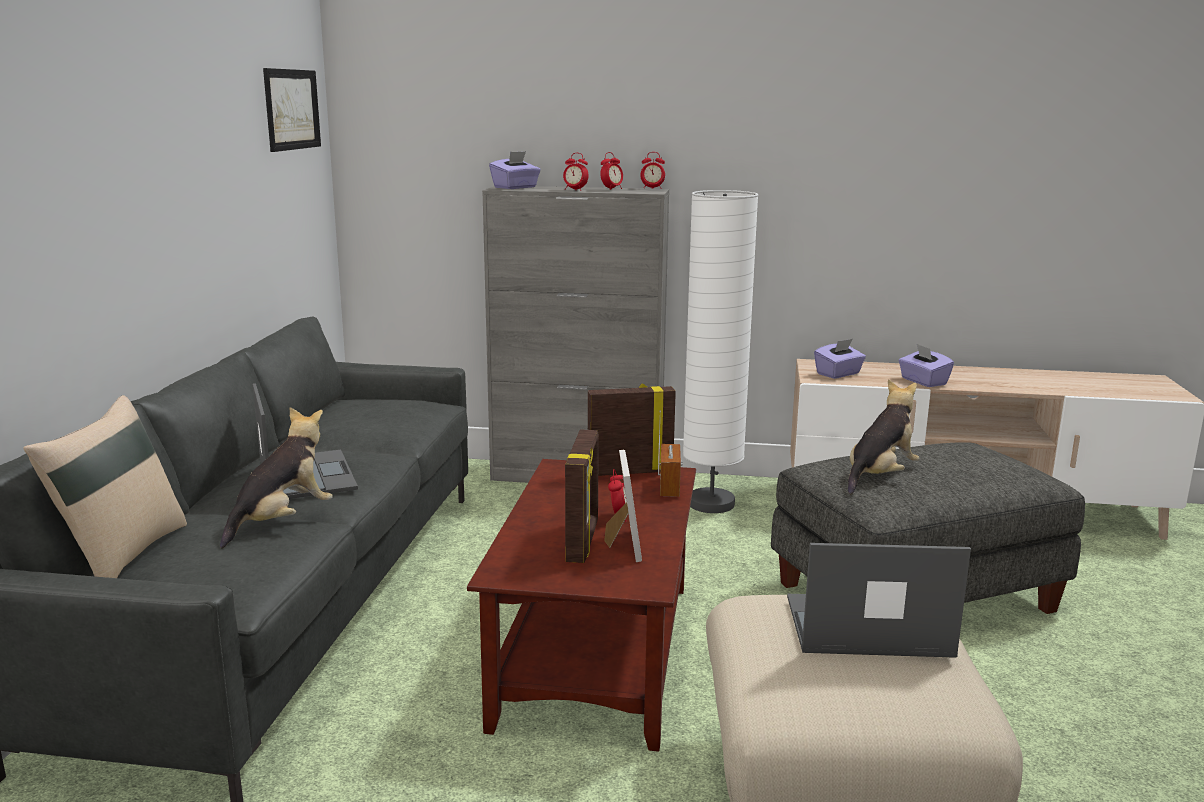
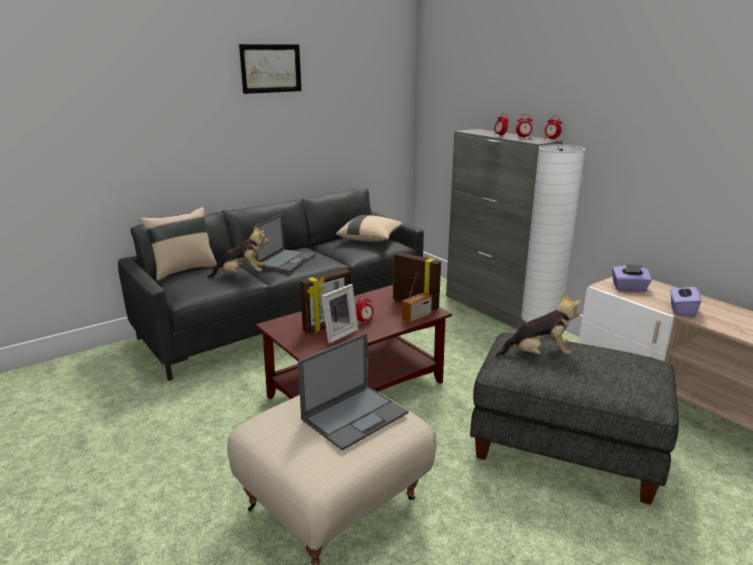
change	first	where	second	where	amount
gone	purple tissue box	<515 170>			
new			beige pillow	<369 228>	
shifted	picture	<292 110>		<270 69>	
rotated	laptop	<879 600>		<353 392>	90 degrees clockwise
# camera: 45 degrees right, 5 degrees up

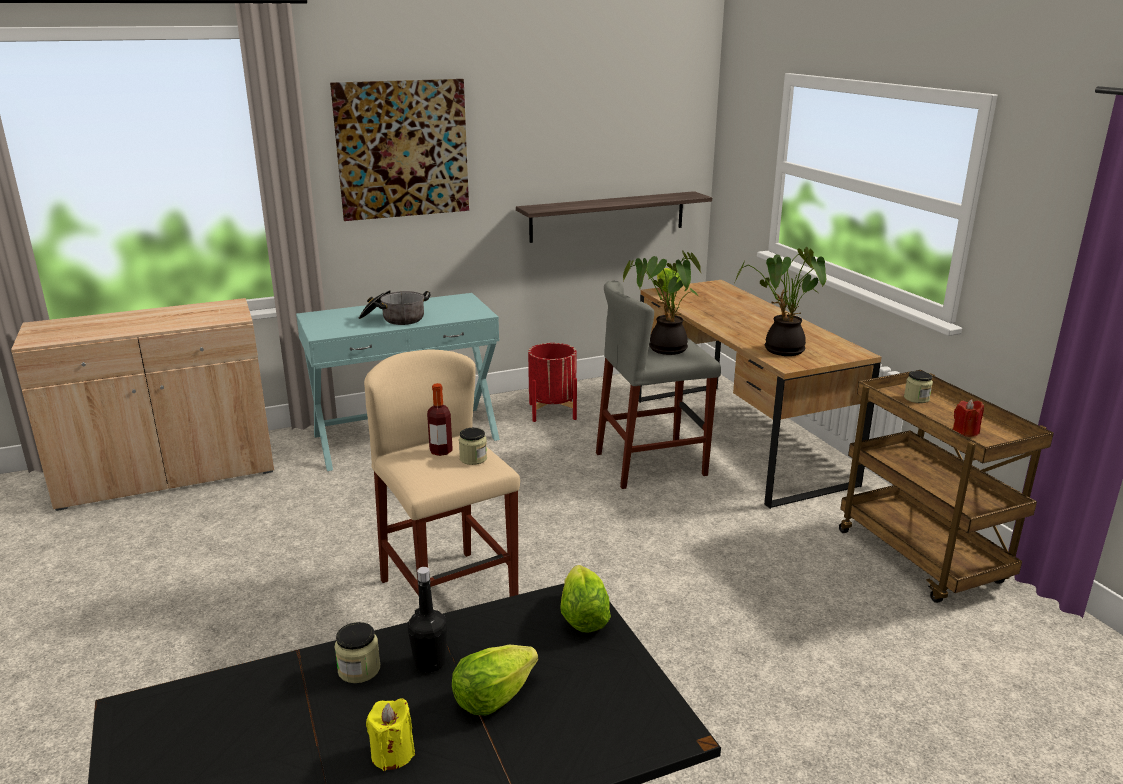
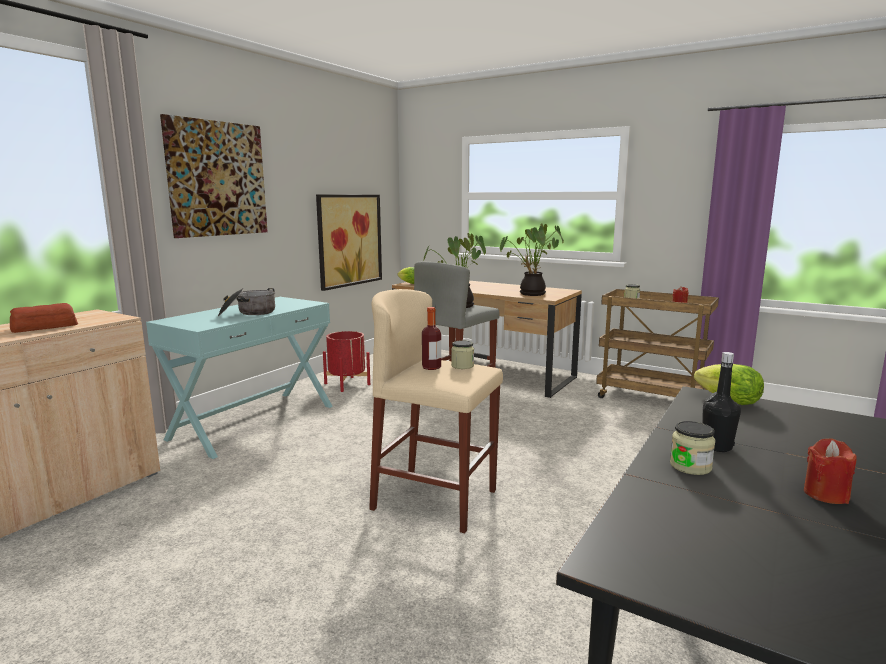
change	first	where	second	where	amount
gone	lettuce	<495 680>			
new			bread	<44 318>	
swapped	shelf	<614 217>	picture	<349 242>	
repainted	yellow candle	<390 734>	red candle	<830 471>	
# camera: 35 degrees left, 10 degrees down

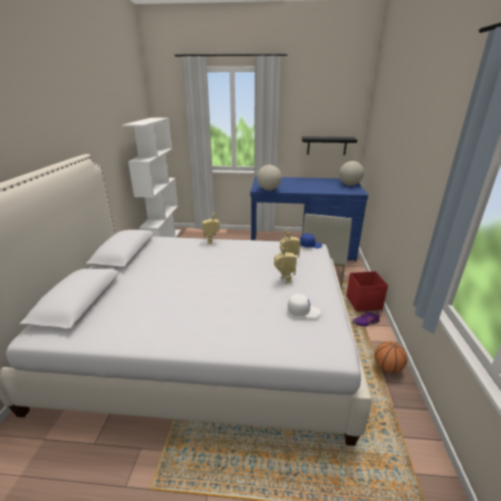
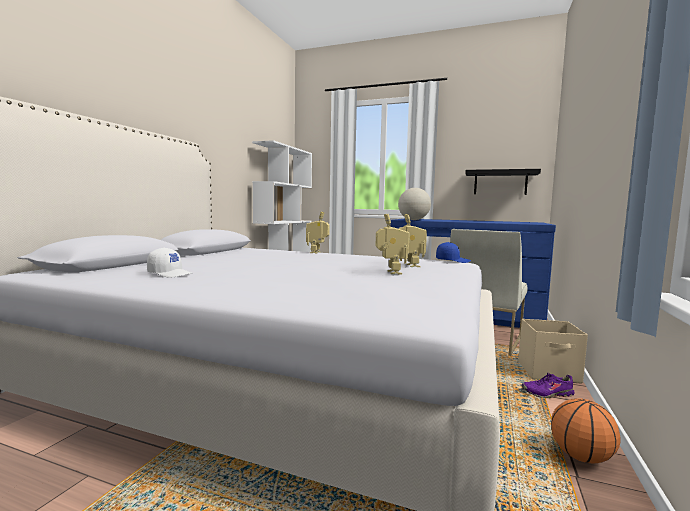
change	first	where	second	where	amount
gone	globe	<351 173>			
shifted	white cap	<304 306>		<170 262>	
repainted	red storage box	<367 291>	beige storage box	<553 351>	
# camera: 15 degrees right, 20 degrees down

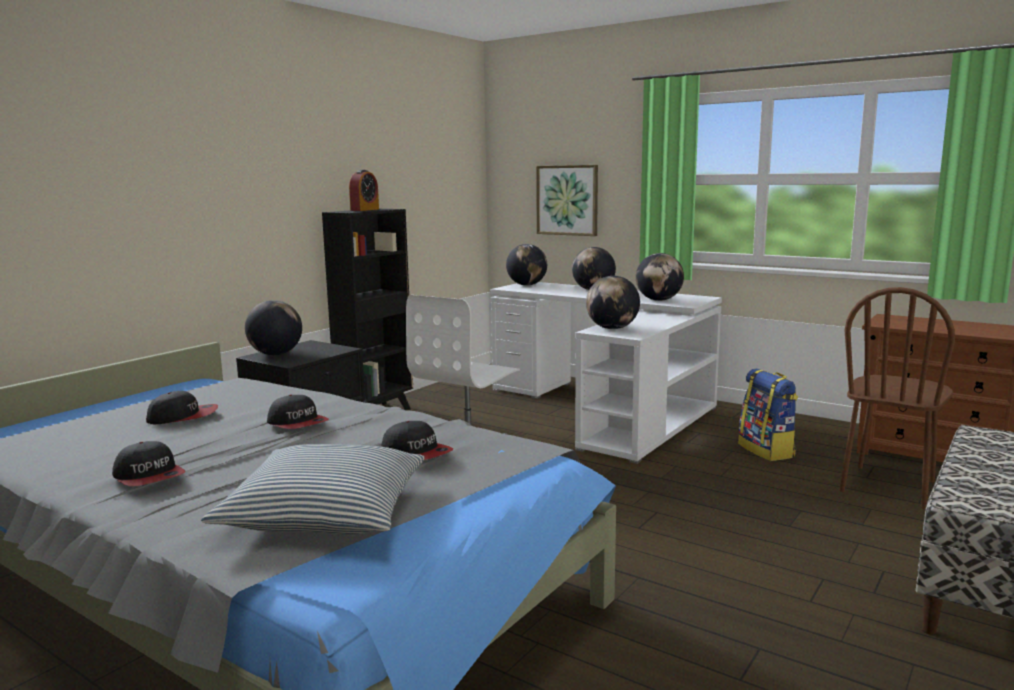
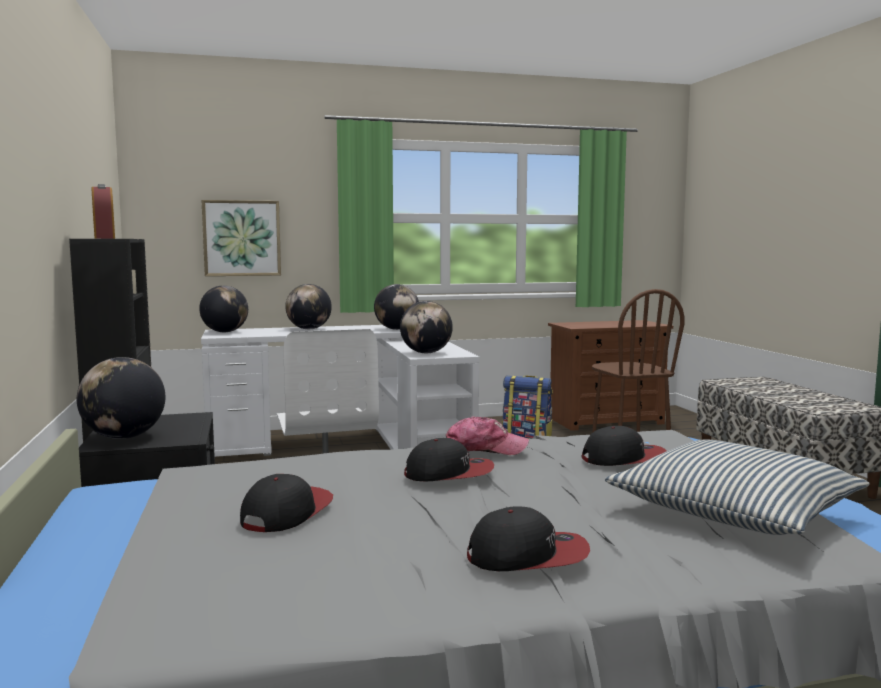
change	first	where	second	where	amount
new			cap	<487 435>	
# camera: 50 degrees left, 5 degrees down

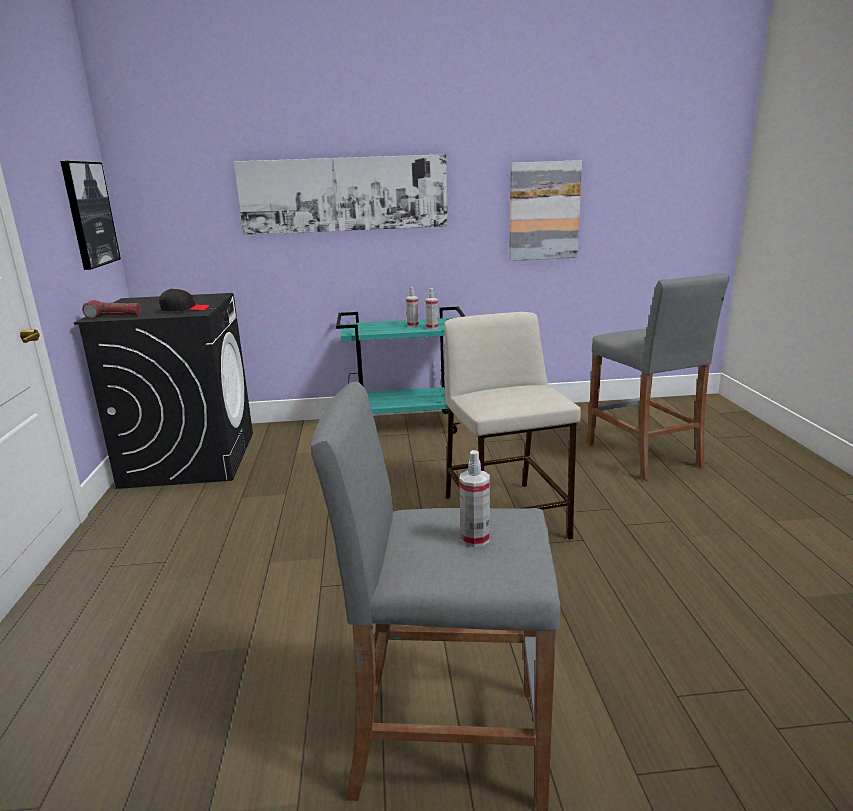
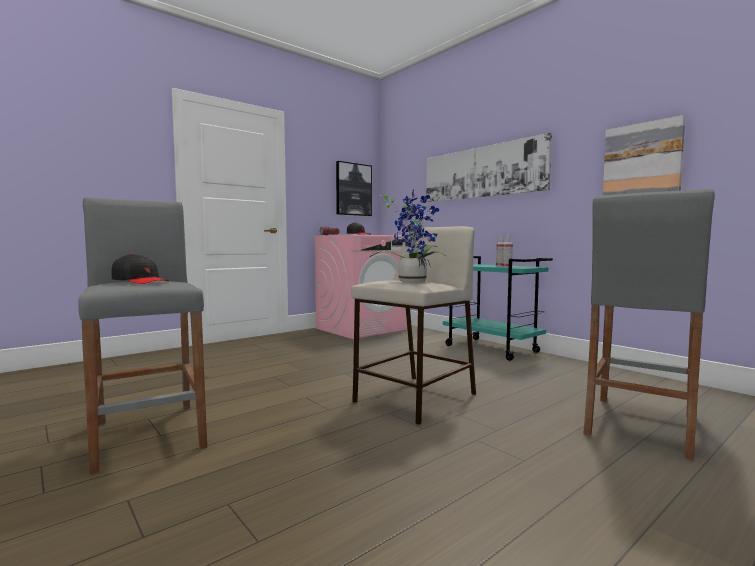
change	first	where	second	where	amount
new			potted plant	<408 235>	
swapped	spray bottle	<474 498>	black cap	<140 268>	
repainted	black washing machine	<163 391>	pink washing machine	<360 287>	
# camera: 55 degrees right, 15 degrees down

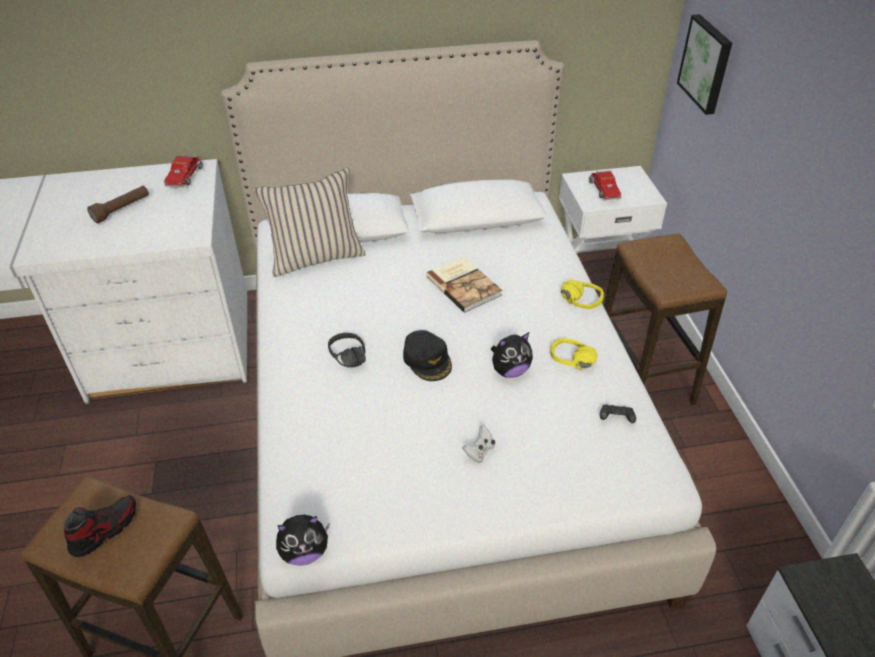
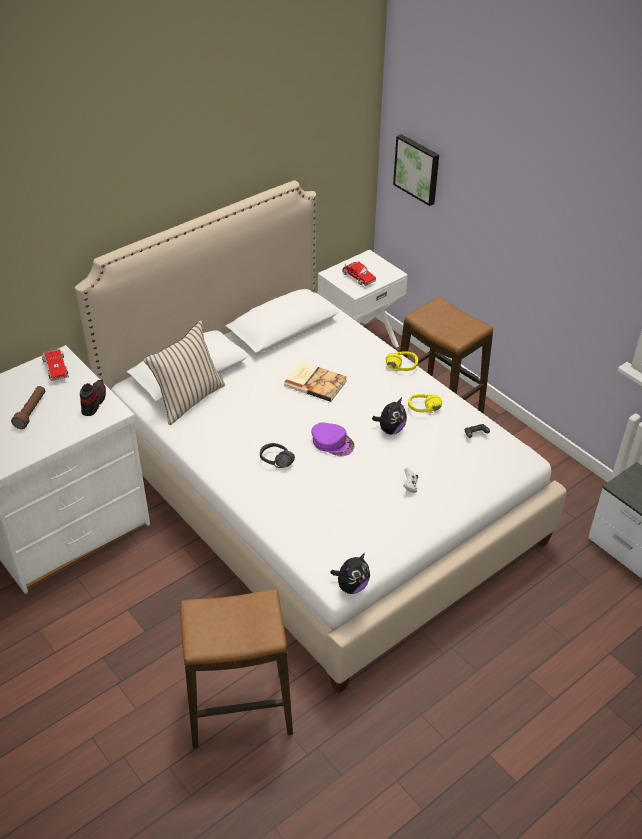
change	first	where	second	where	amount
shifted	shoe	<100 526>		<93 398>	
repainted	black cap	<427 355>	purple cap	<333 439>	
# camera: 30 degrees left, 0 degrees up

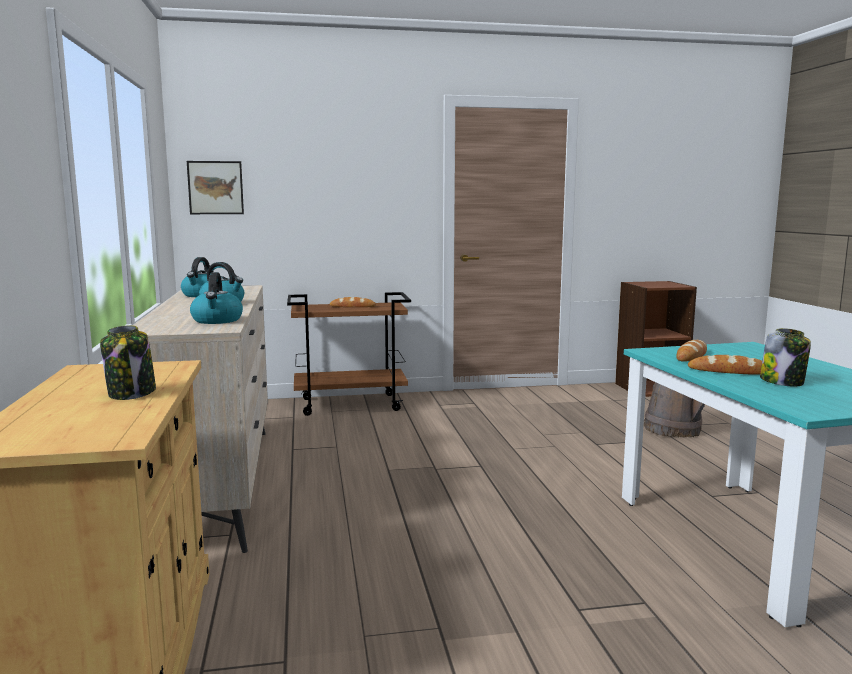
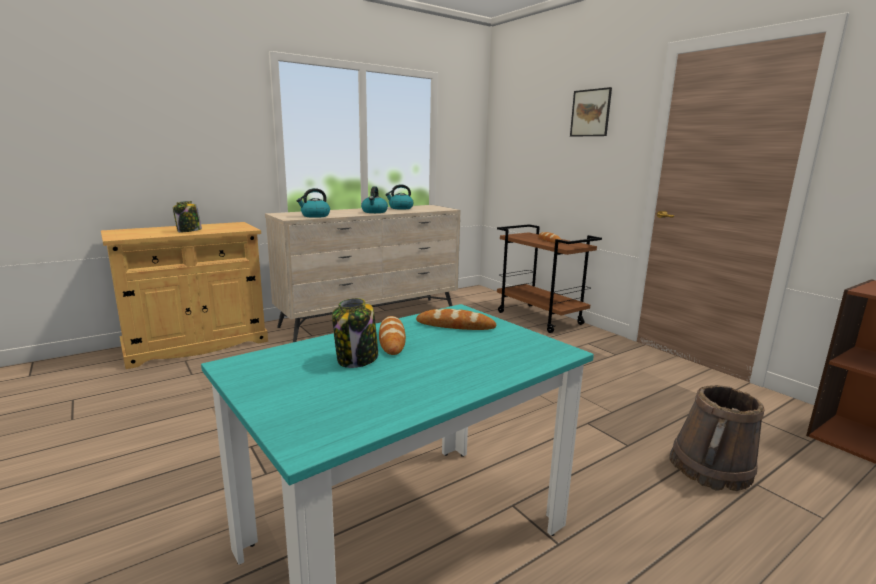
change	first	where	second	where	amount
shifted	picture	<215 187>		<591 112>	
# camera: 65 degrees right, 5 degrees up

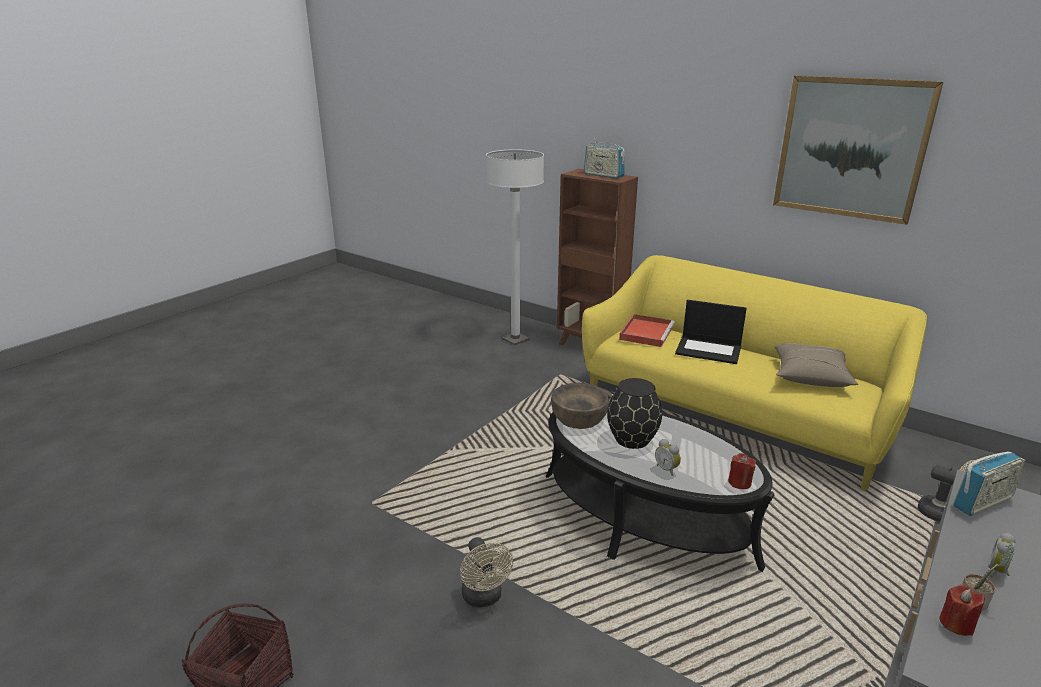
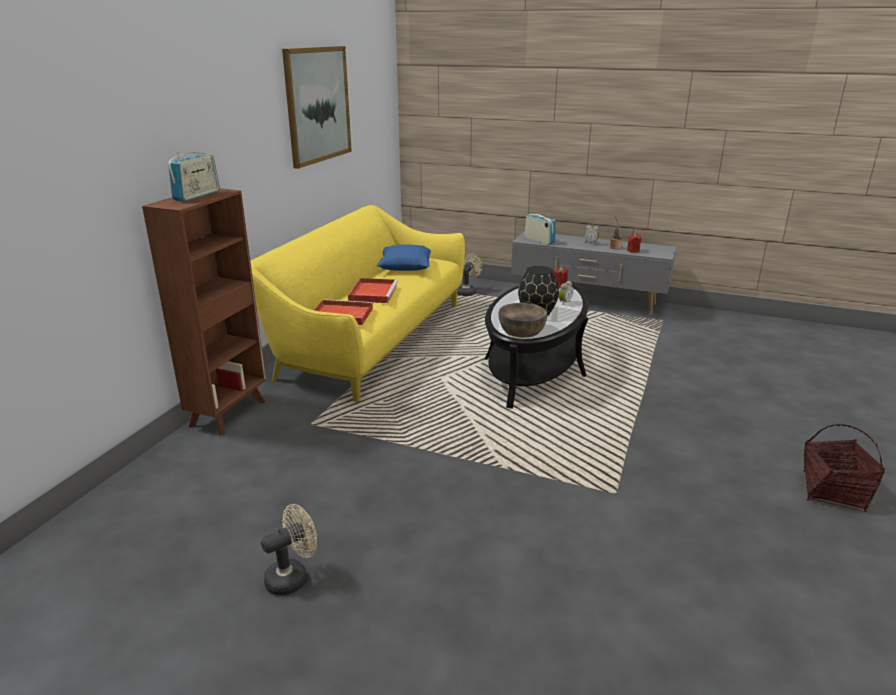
change	first	where	second	where	amount
gone	white floor lamp	<515 247>			
shifted	beige fan	<486 572>		<289 550>	
swapped	laptop	<711 332>	red tray	<373 290>	
repainted	beige pillow	<816 365>	blue pillow	<404 257>	
# camera: 105 degrees left, 0 degrees up

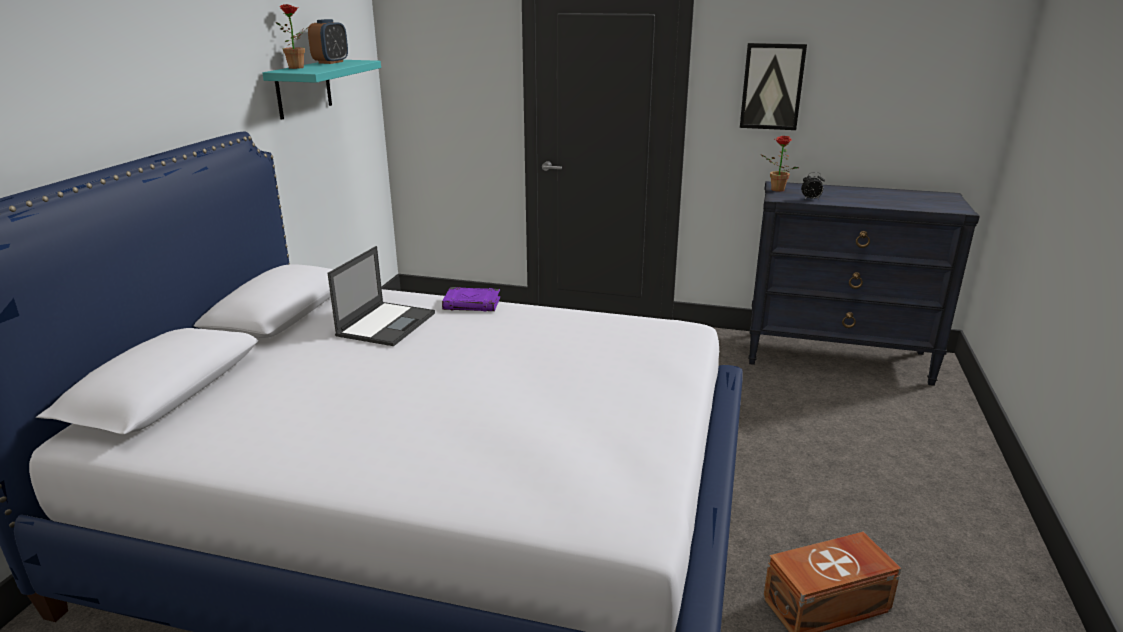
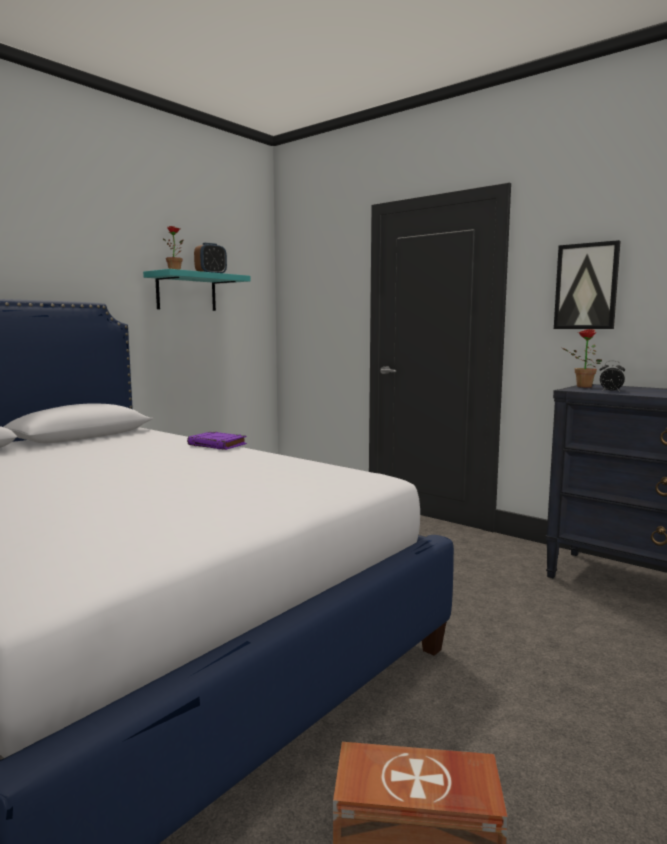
change	first	where	second	where	amount
gone	laptop	<381 296>			
# camera: 25 degrees right, 15 degrees down

